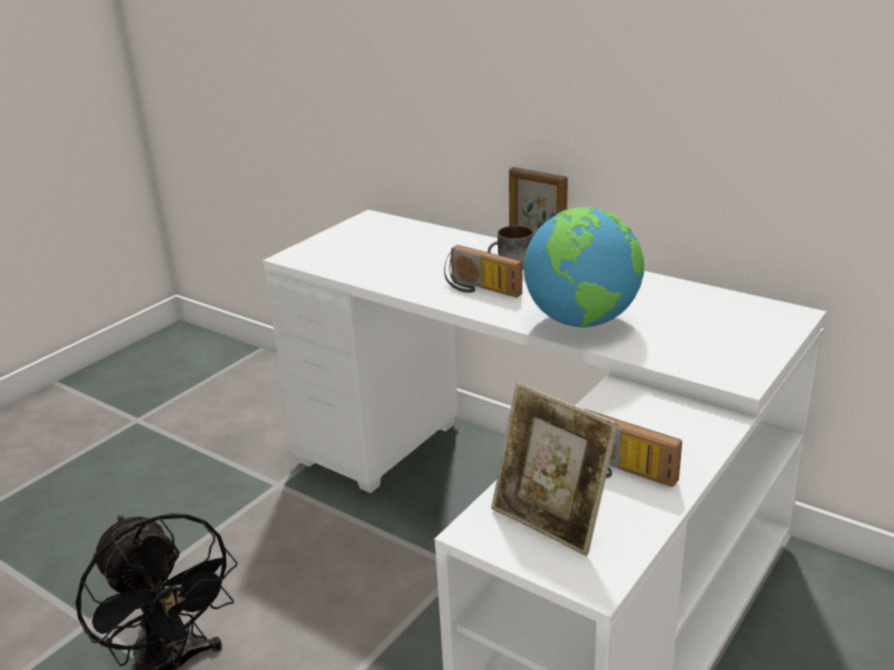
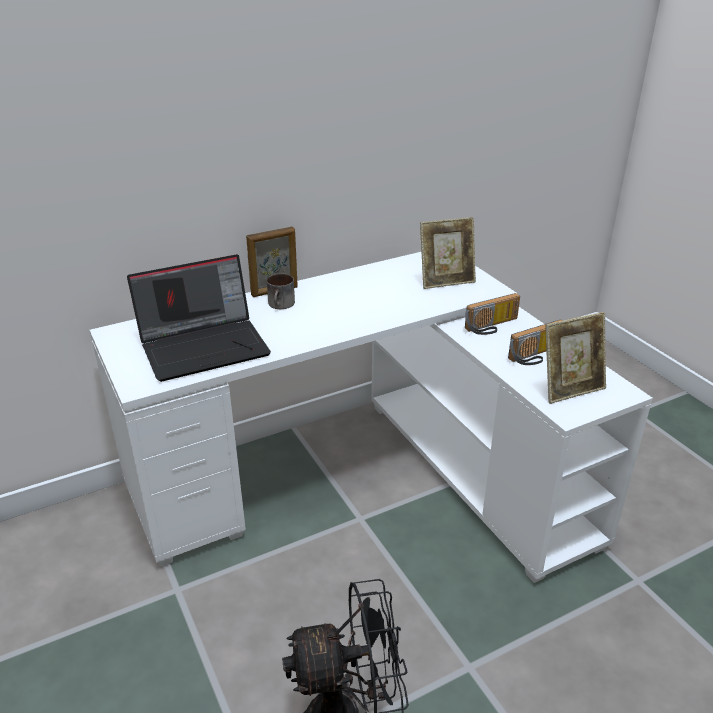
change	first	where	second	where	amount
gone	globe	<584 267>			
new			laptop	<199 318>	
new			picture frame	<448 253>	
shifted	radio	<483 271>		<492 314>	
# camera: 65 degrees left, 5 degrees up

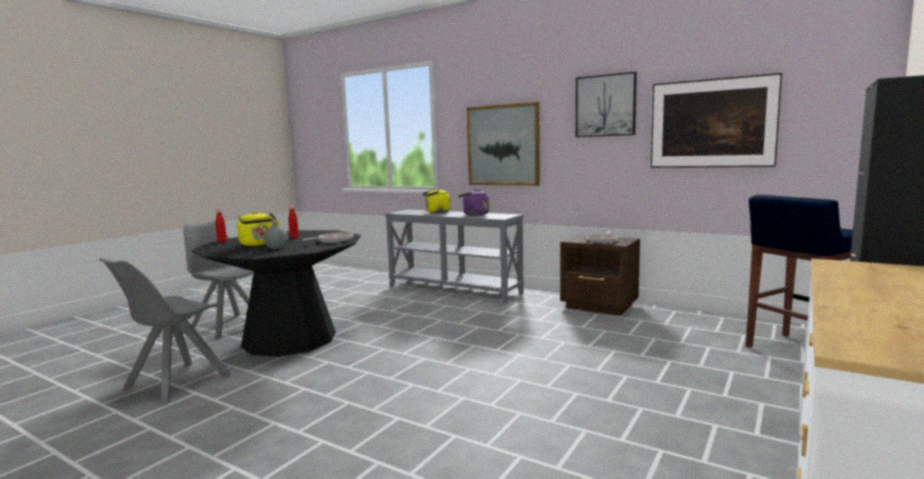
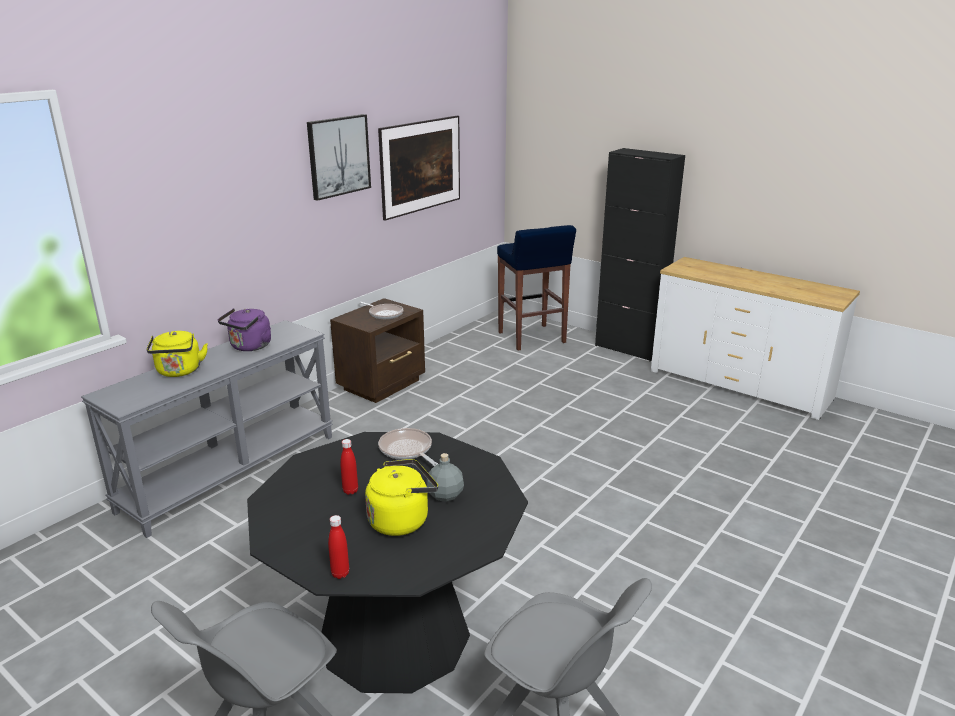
change	first	where	second	where	amount
gone	picture	<503 144>			
# camera: 85 degrees left, 15 degrees up

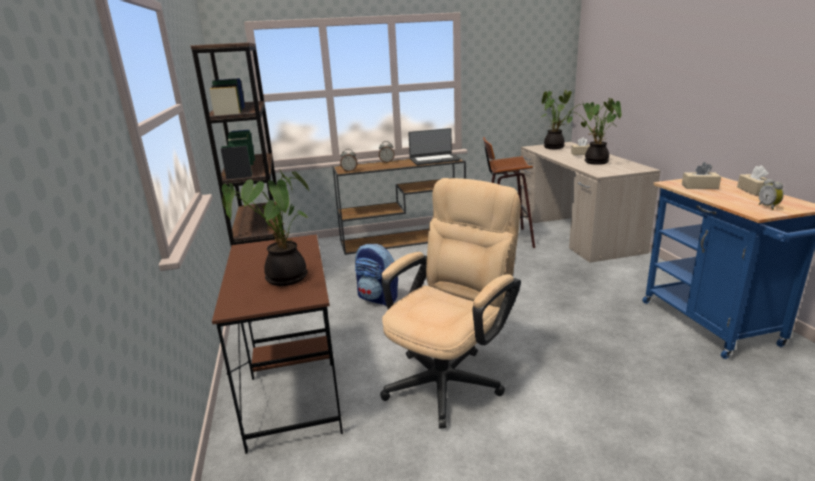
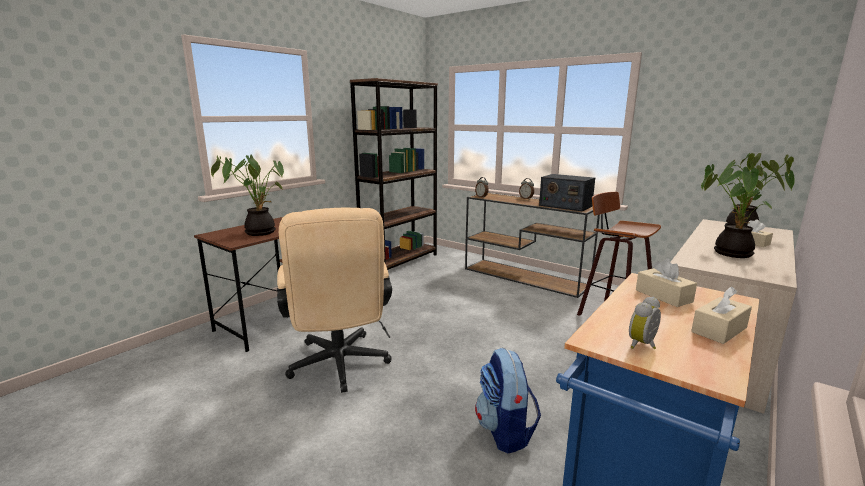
change	first	where	second	where	amount
shifted	backpack	<376 275>		<508 400>	
swapped	laptop	<434 146>	radio	<567 192>	
rotated	beige office chair	<450 303>		<334 300>	75 degrees clockwise
# camera: 50 degrees right, 5 degrees down

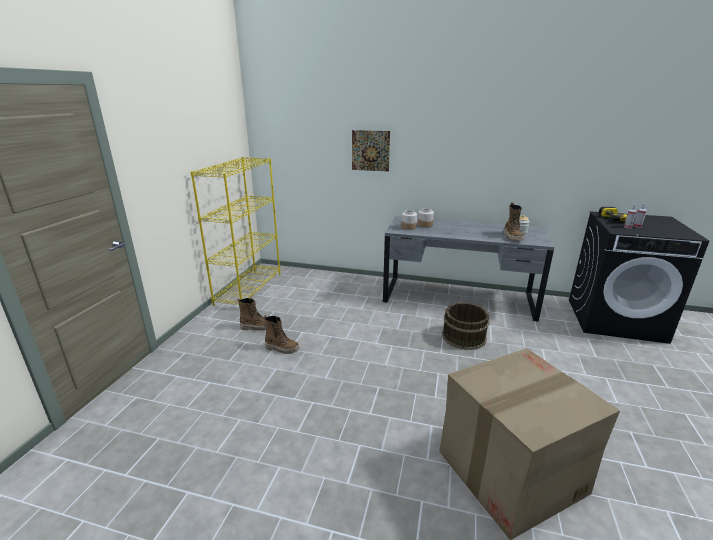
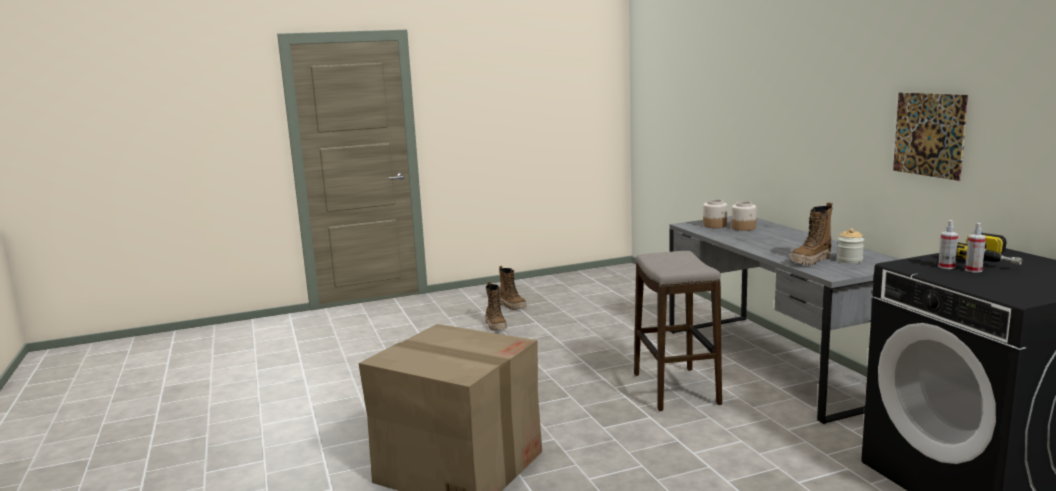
change	first	where	second	where	amount
gone	yellow bookcase	<235 231>			
shifted	picture	<371 151>		<930 136>	
swapped	brown bucket	<466 326>	stool	<678 331>	
# camera: 55 degrees right, 10 degrees down

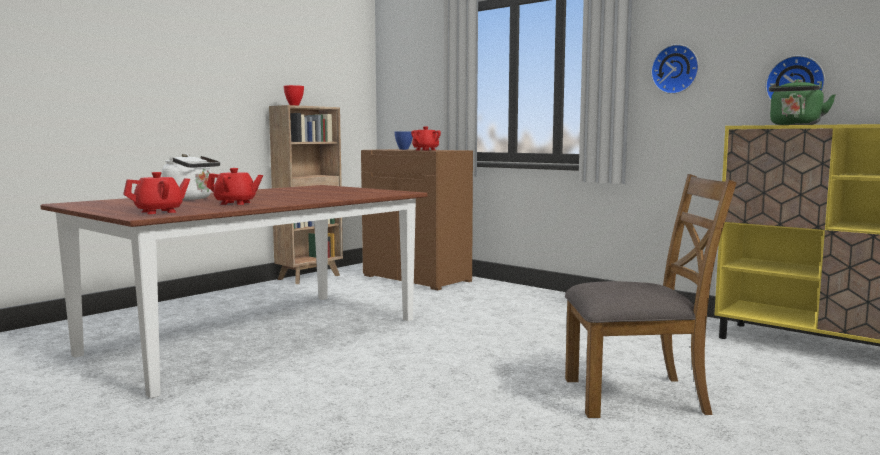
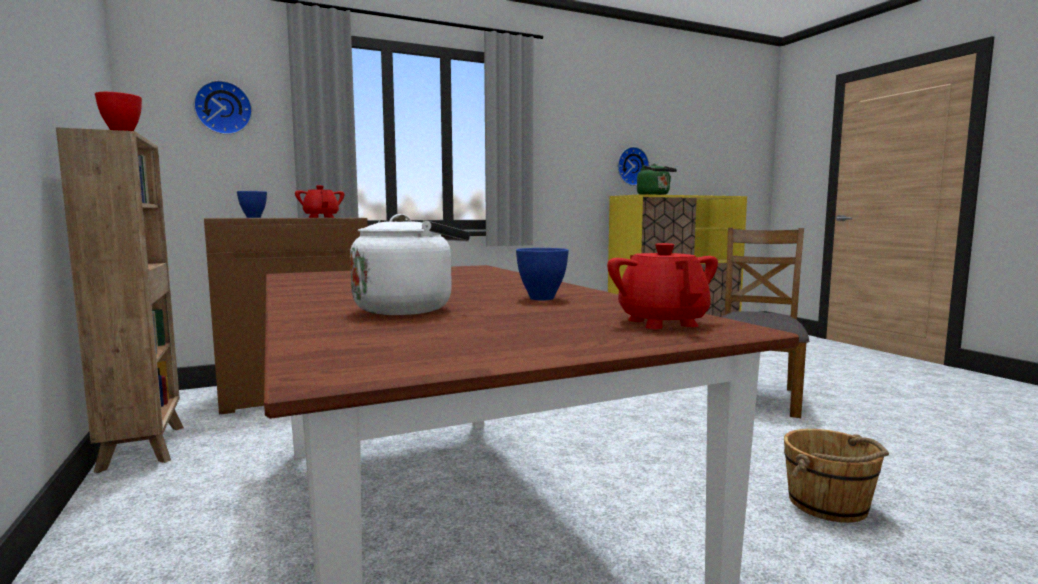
change	first	where	second	where	amount
new			brown bucket	<836 476>	
shifted	wall clock	<675 69>		<222 107>	
swapped	red teapot	<235 186>	blue bowl	<542 274>	
# camera: 65 degrees left, 0 degrees up

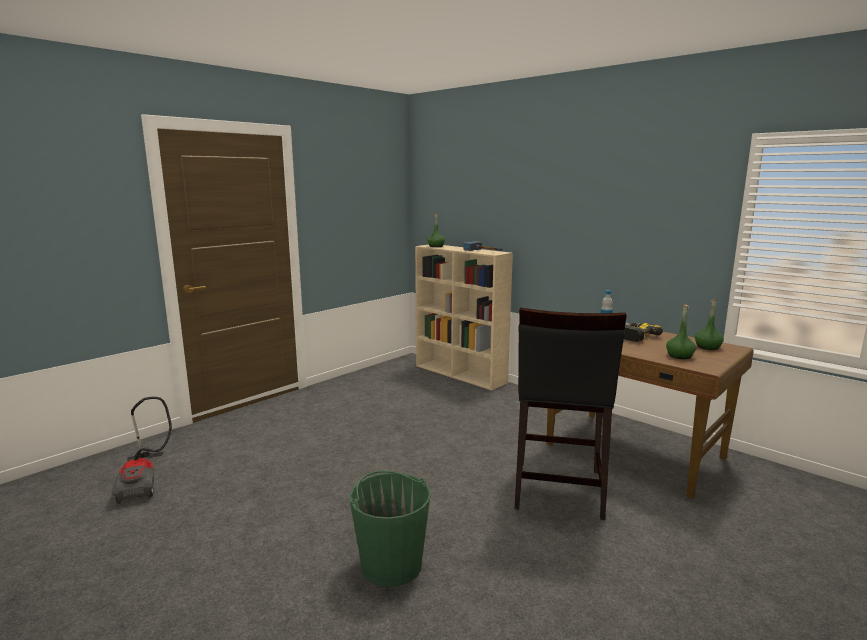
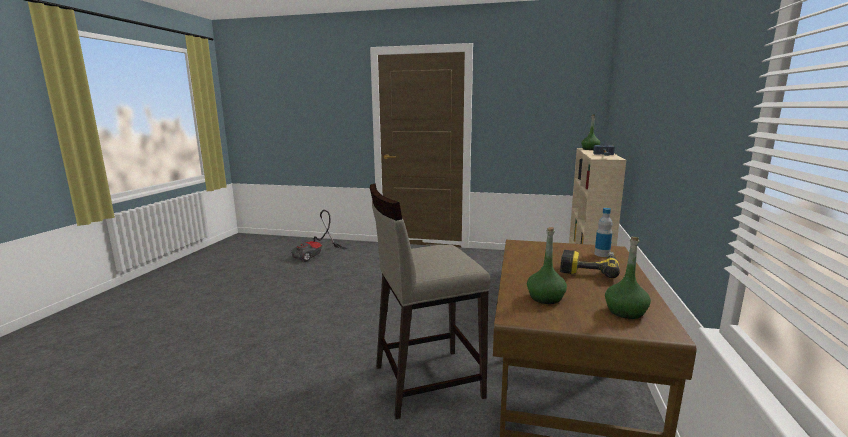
change	first	where	second	where	amount
gone	green bucket	<390 529>			
repainted	black stool	<571 414>	beige stool	<430 301>	
# camera: 60 degrees right, 0 degrees up

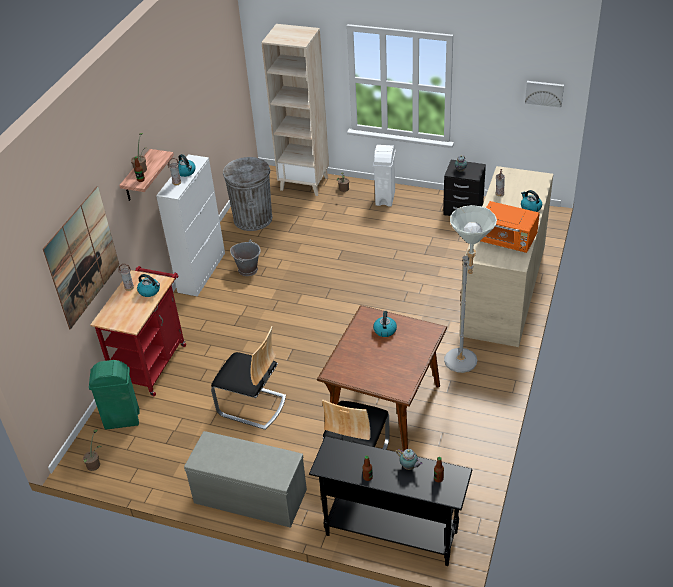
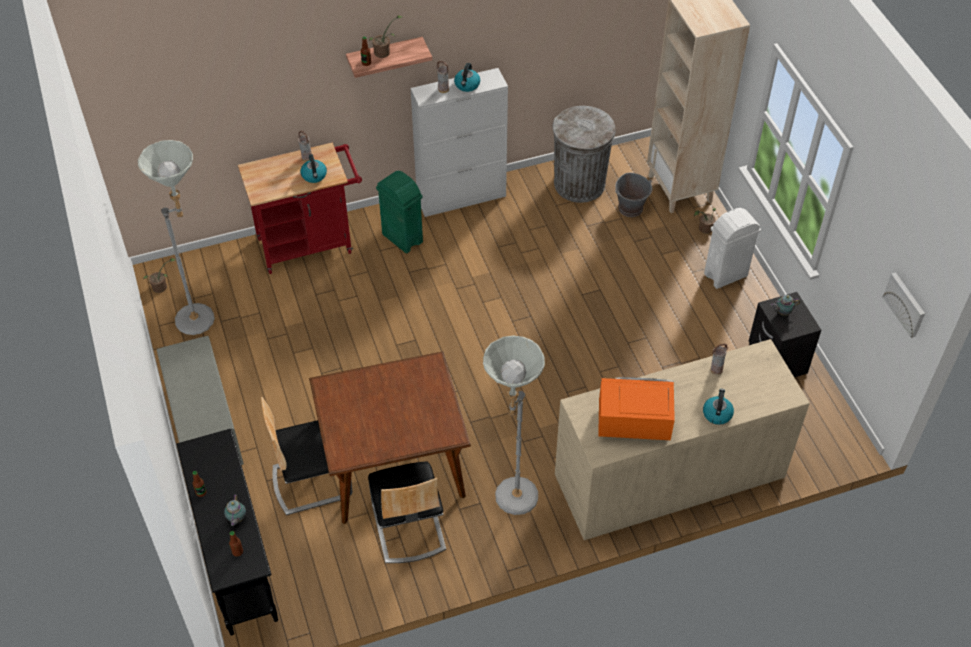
change	first	where	second	where	amount
gone	picture	<81 258>			
gone	kettle	<385 324>			
new			grey floor lamp	<176 237>	
shifted	green trash can	<114 395>		<399 212>	
shifted	chair	<248 378>		<407 512>	
shifted	grey bucket	<245 258>		<634 195>	
rotated	orange microwave	<510 227>		<636 408>	105 degrees clockwise
# camera: 50 degrees right, 10 degrees up

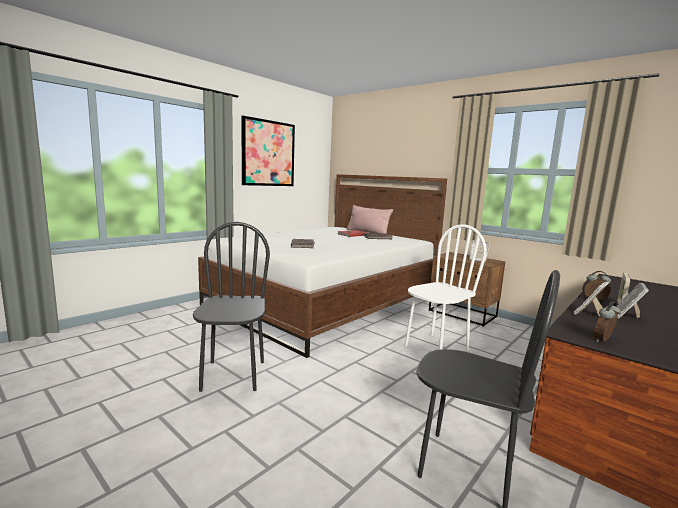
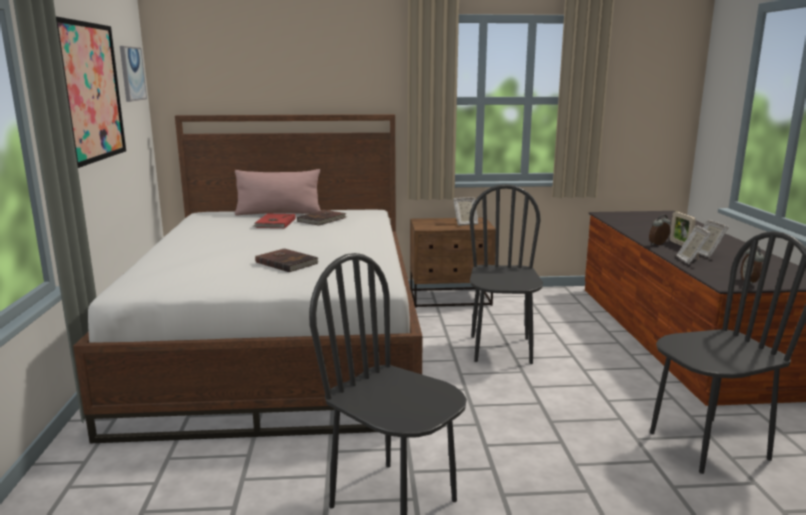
change	first	where	second	where	amount
new			picture	<133 74>	
repainted	white chair	<446 287>	black chair	<506 274>	
# camera: 45 degrees left, 5 degrees up

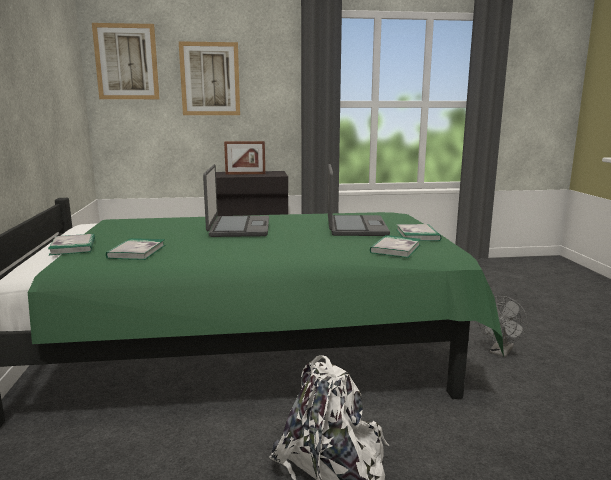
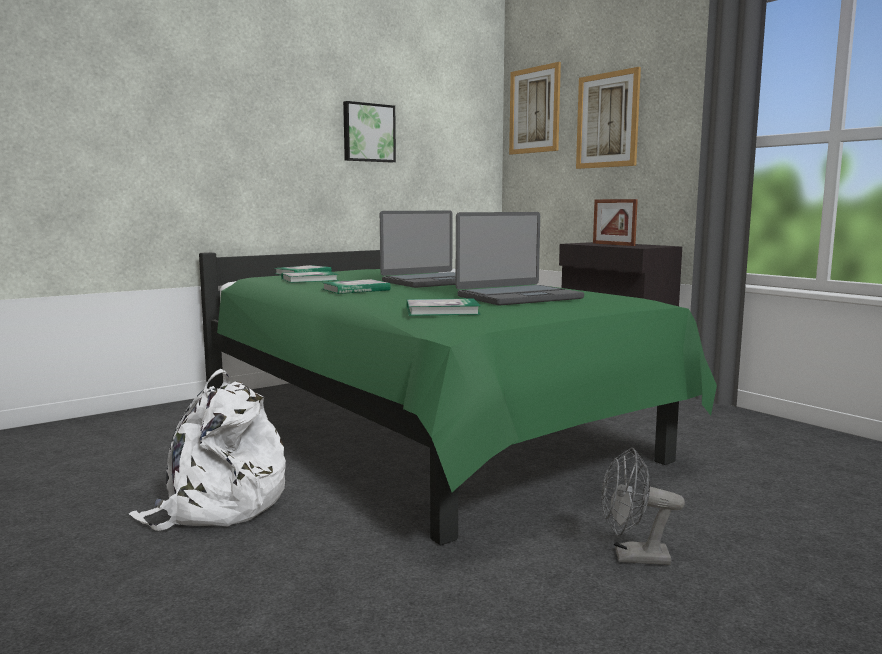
change	first	where	second	where	amount
new			picture	<369 131>	
shifted	book	<418 232>		<356 286>	
# camera: 60 degrees right, 5 degrees down

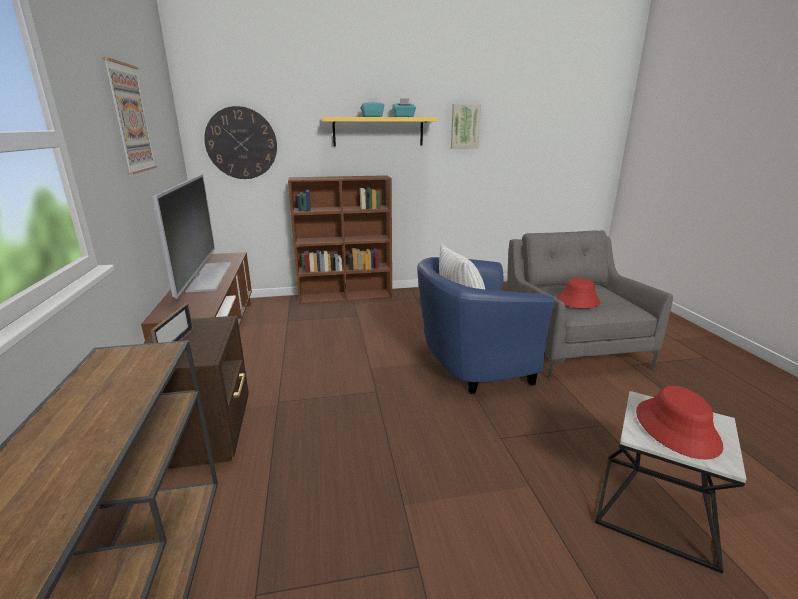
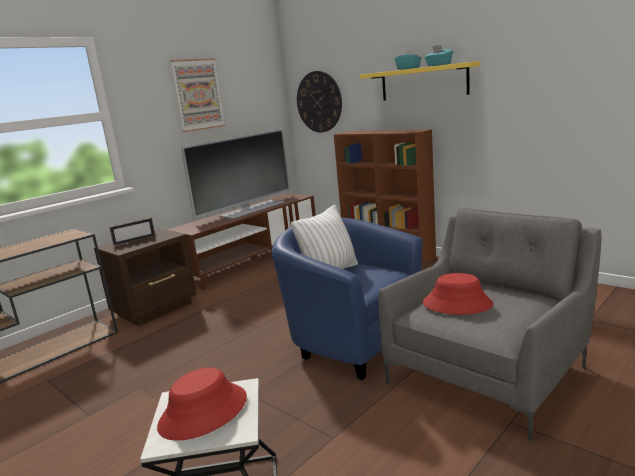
change	first	where	second	where	amount
gone	picture	<466 126>			
# camera: 55 degrees right, 5 degrees down

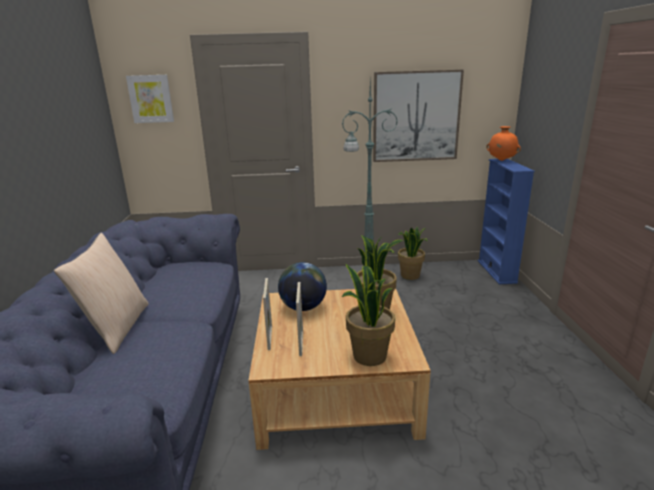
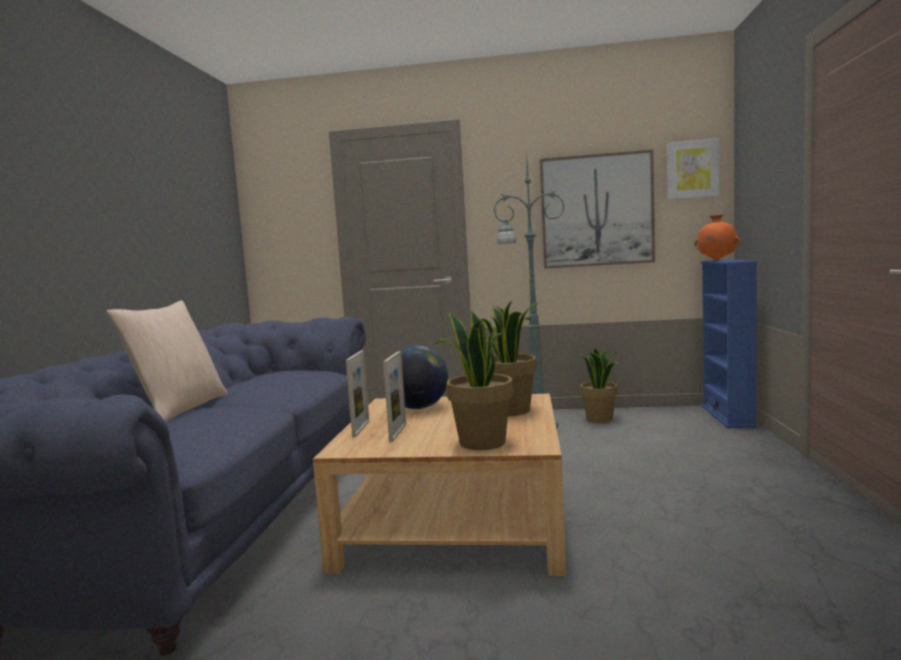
change	first	where	second	where	amount
shifted	picture	<150 99>		<693 169>	
# camera: 10 degrees right, 15 degrees down

